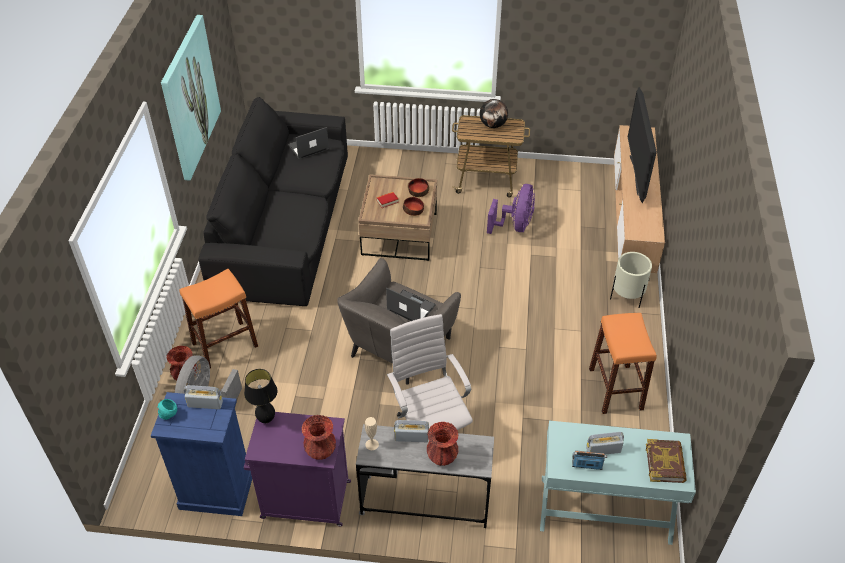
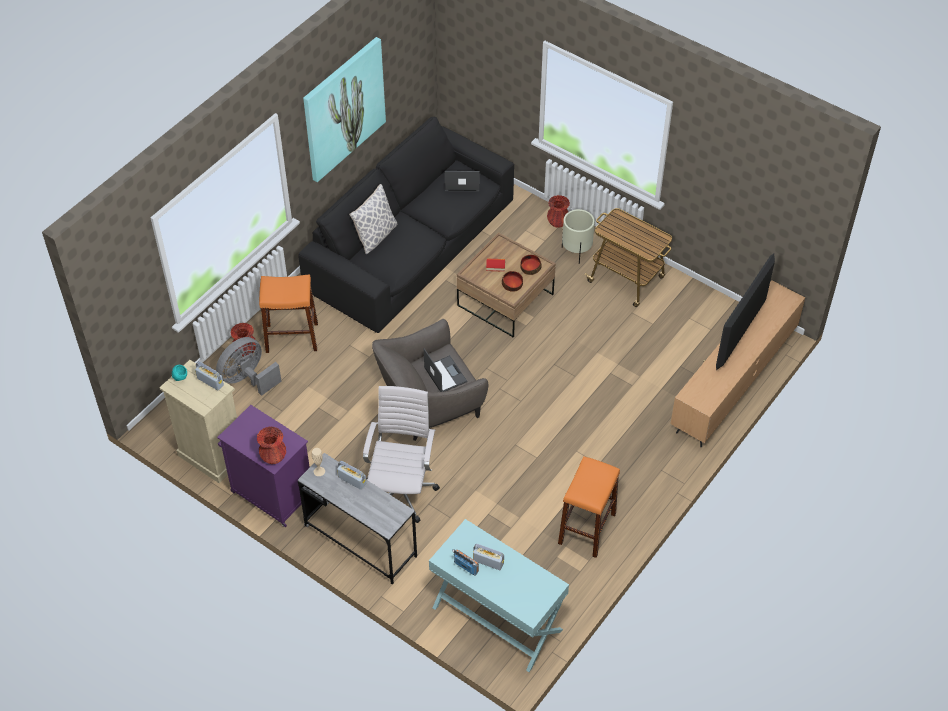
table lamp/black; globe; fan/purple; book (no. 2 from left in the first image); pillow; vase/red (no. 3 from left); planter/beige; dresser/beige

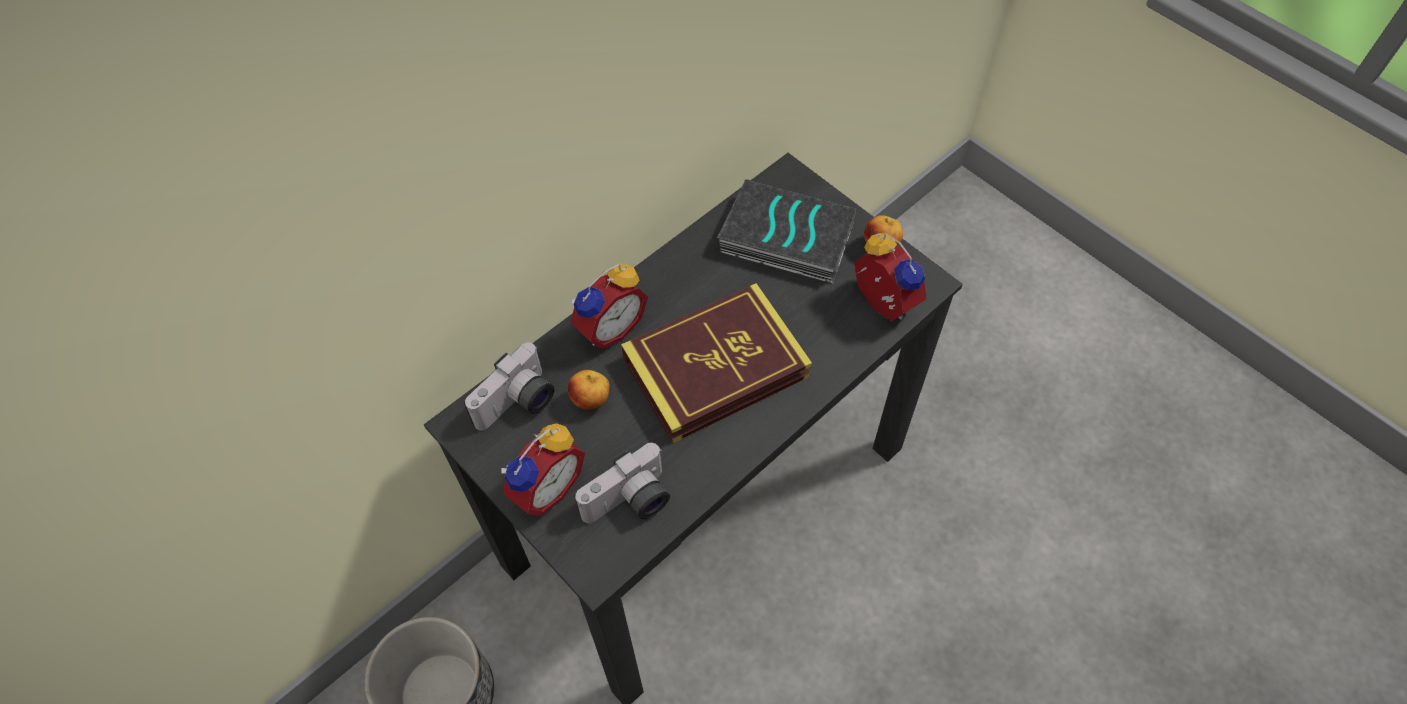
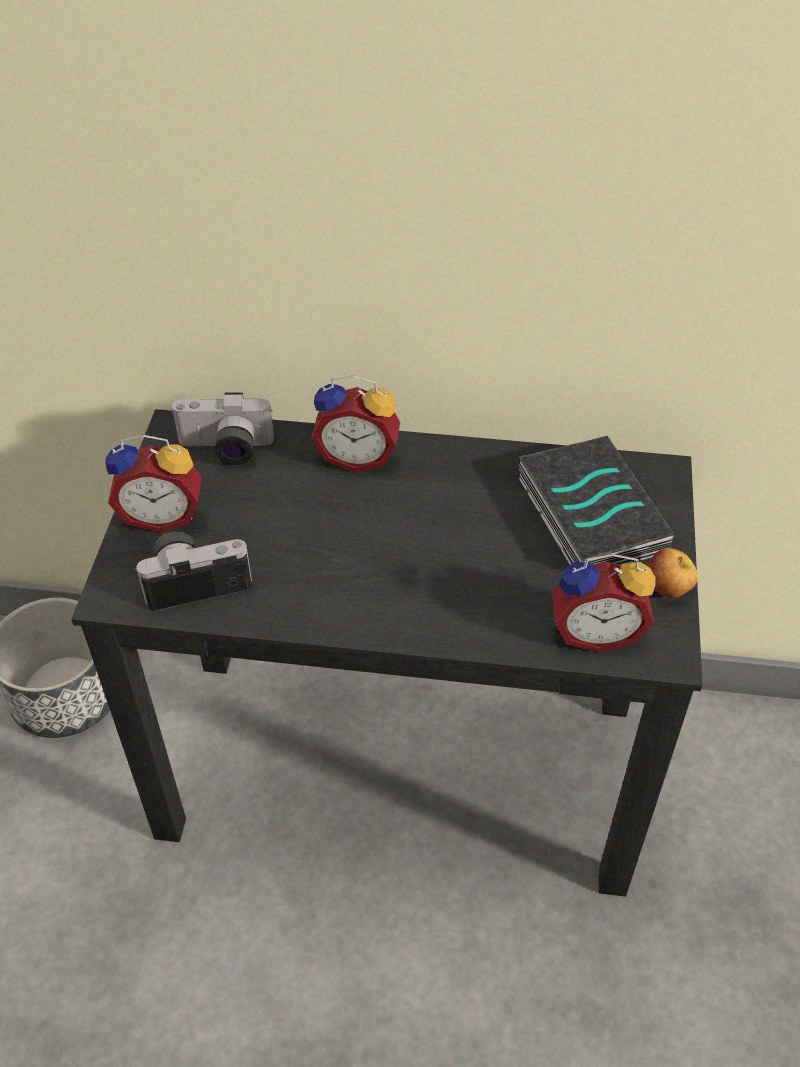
apple (no. 1 from left in the first image); book (no. 1 from left in the first image); photo camera (no. 1 from left); alarm clock (no. 3 from left)

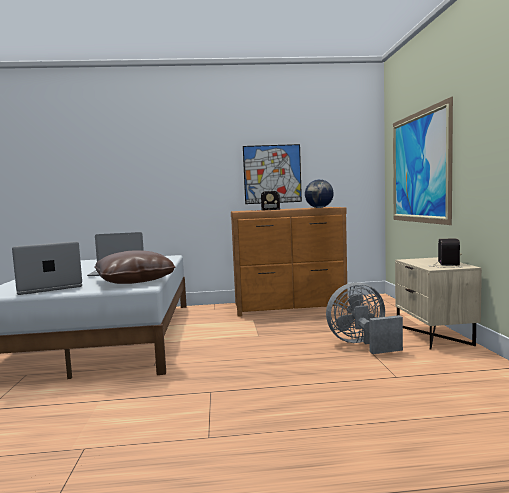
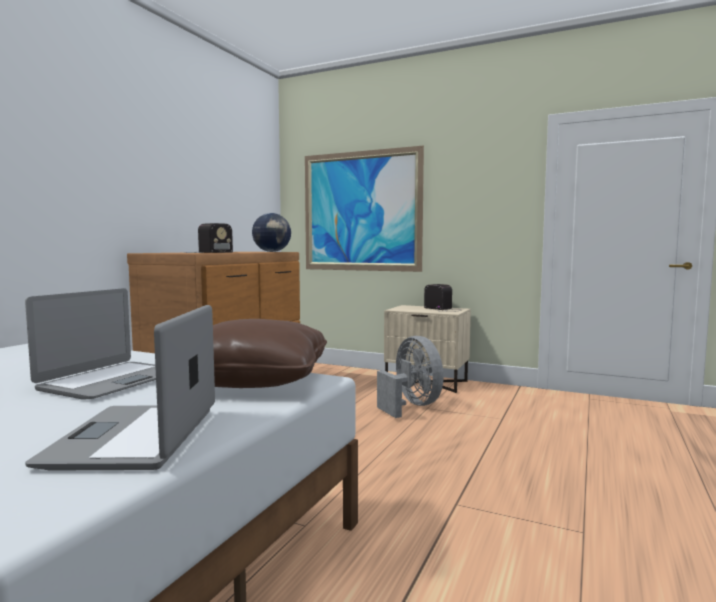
picture (no. 1 from left in the first image); fan/grey

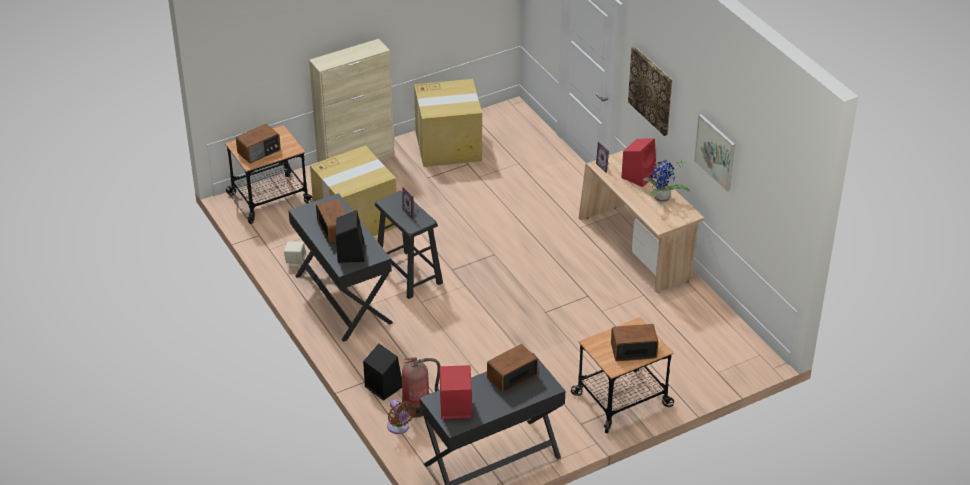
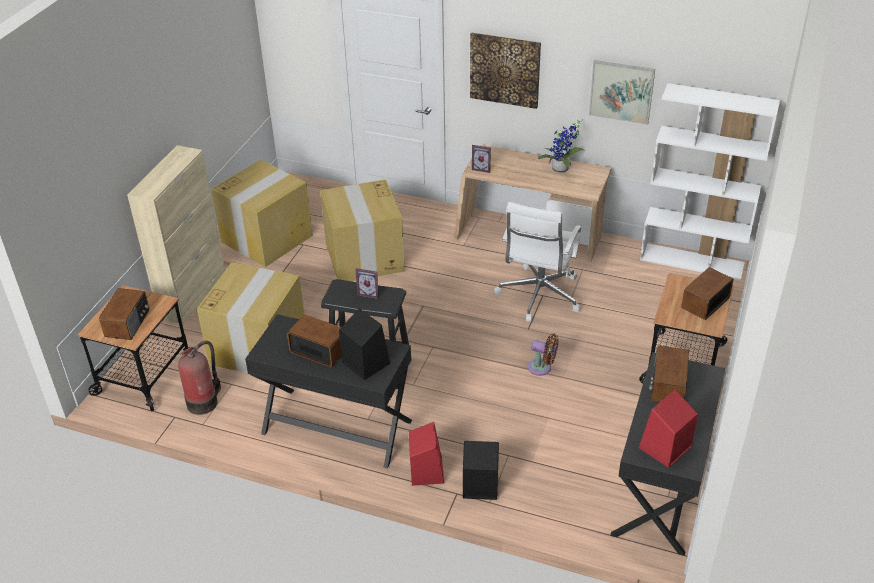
speaker/beige; cardboard box (no. 3 from left); office chair/white; bookcase/white; fan/brown; fire extinguisher; speaker/red (no. 1 from left)

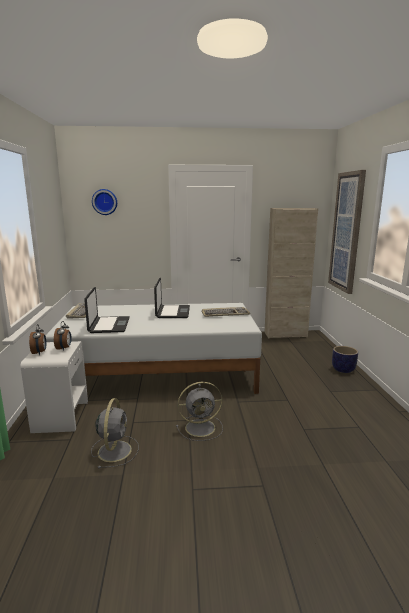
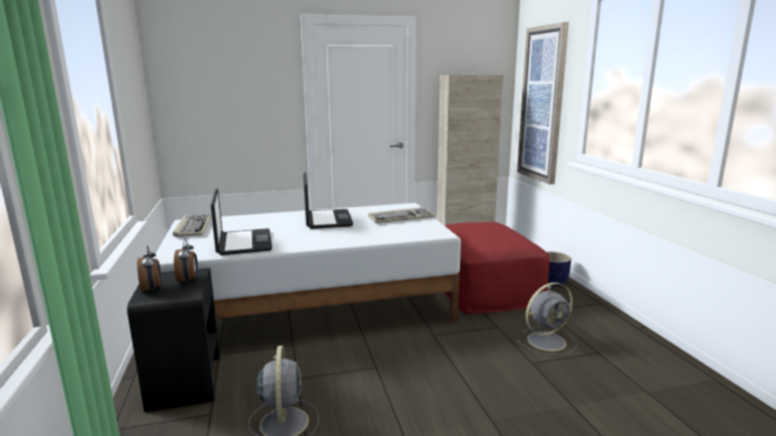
wall clock; ottoman/red; fan/grey (no. 2 from left); nightstand/black

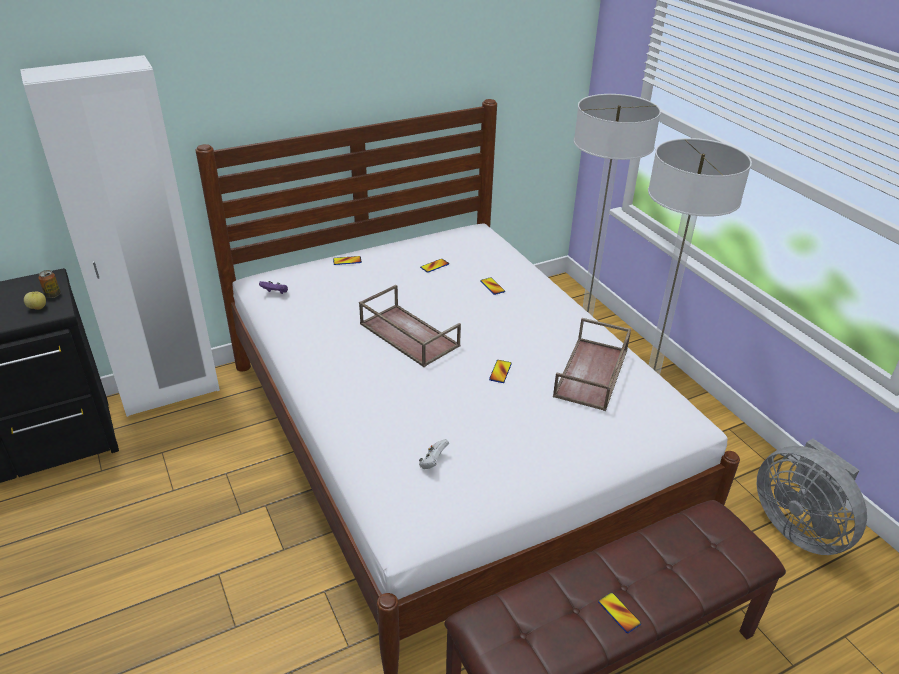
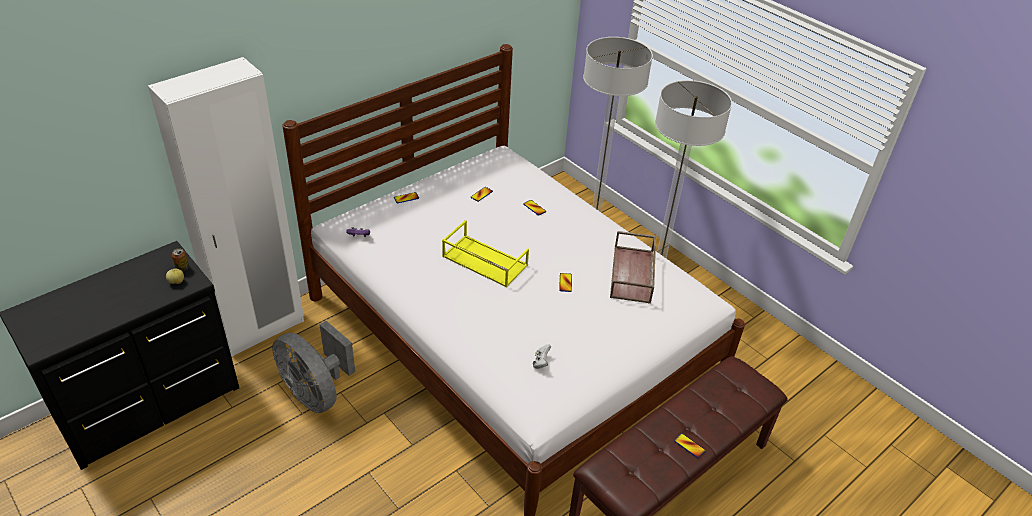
fan/grey; tray/yellow

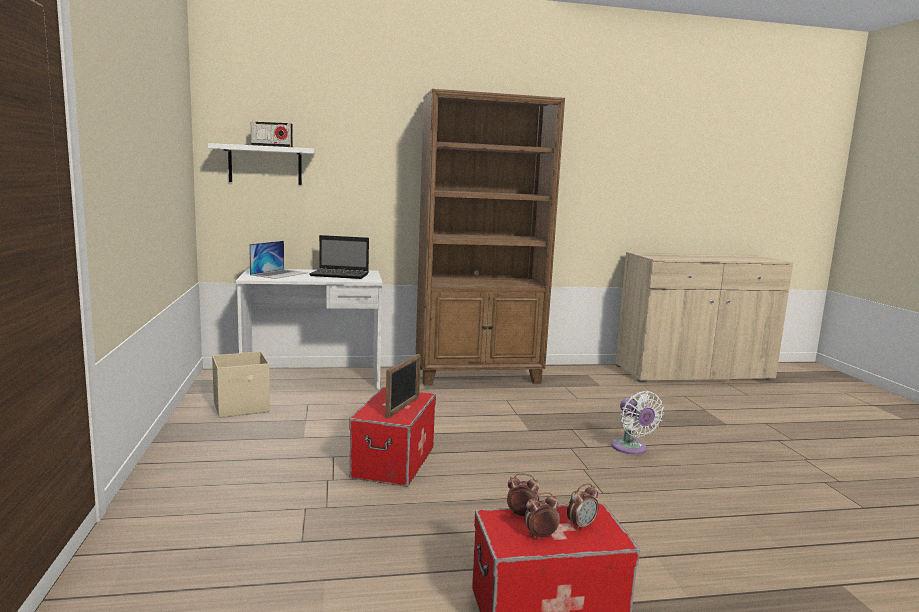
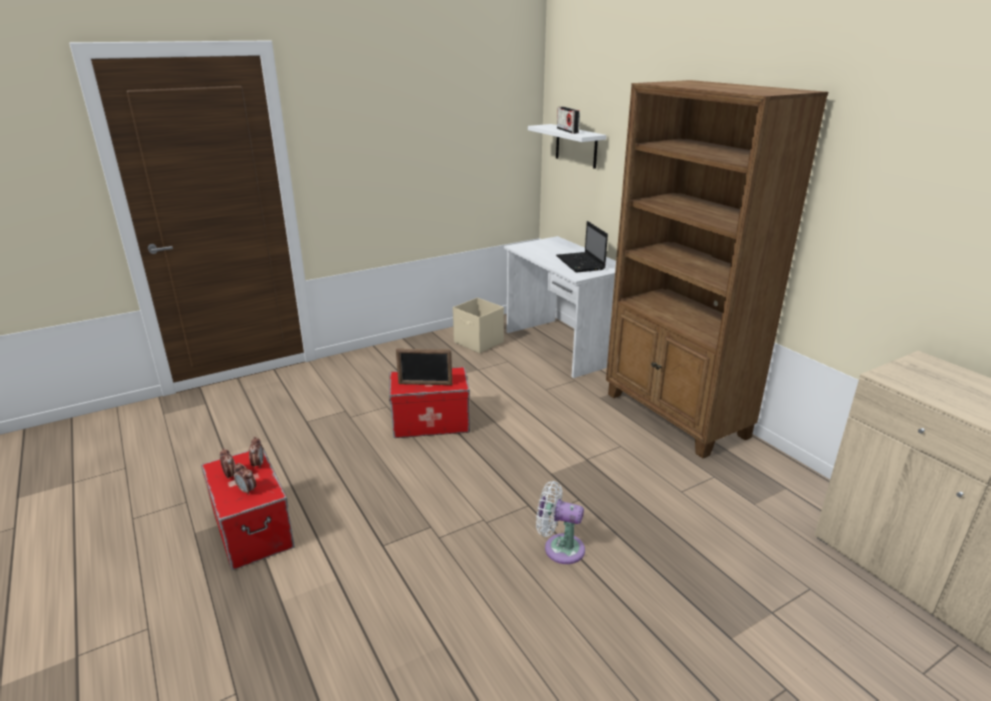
laptop (no. 1 from left in the first image); fan/white

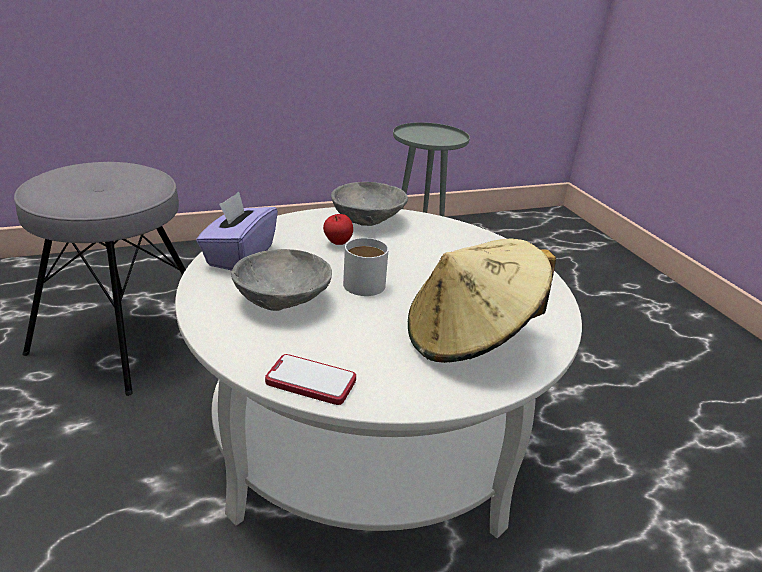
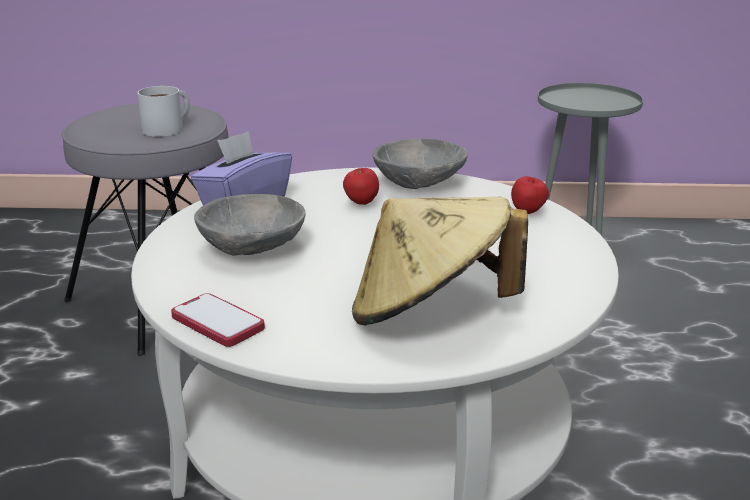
apple (no. 2 from left); mug/white

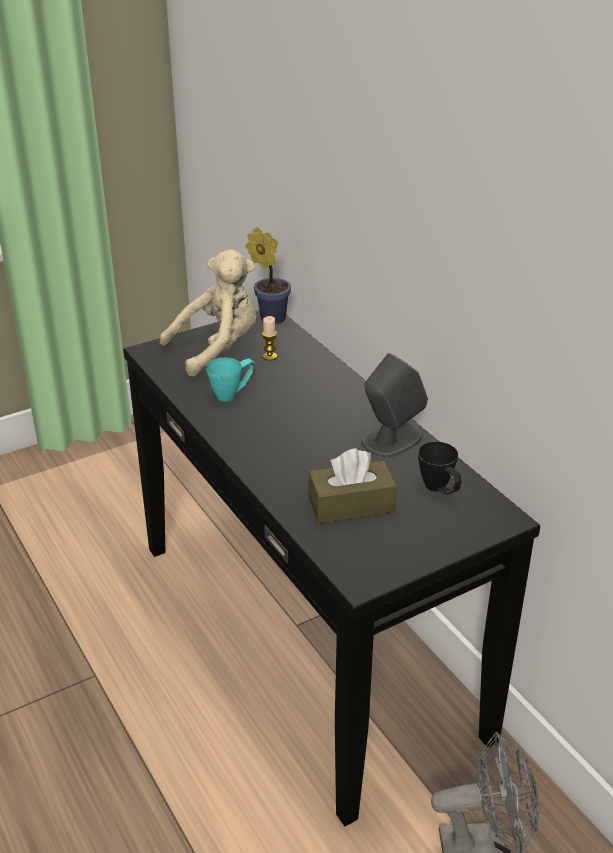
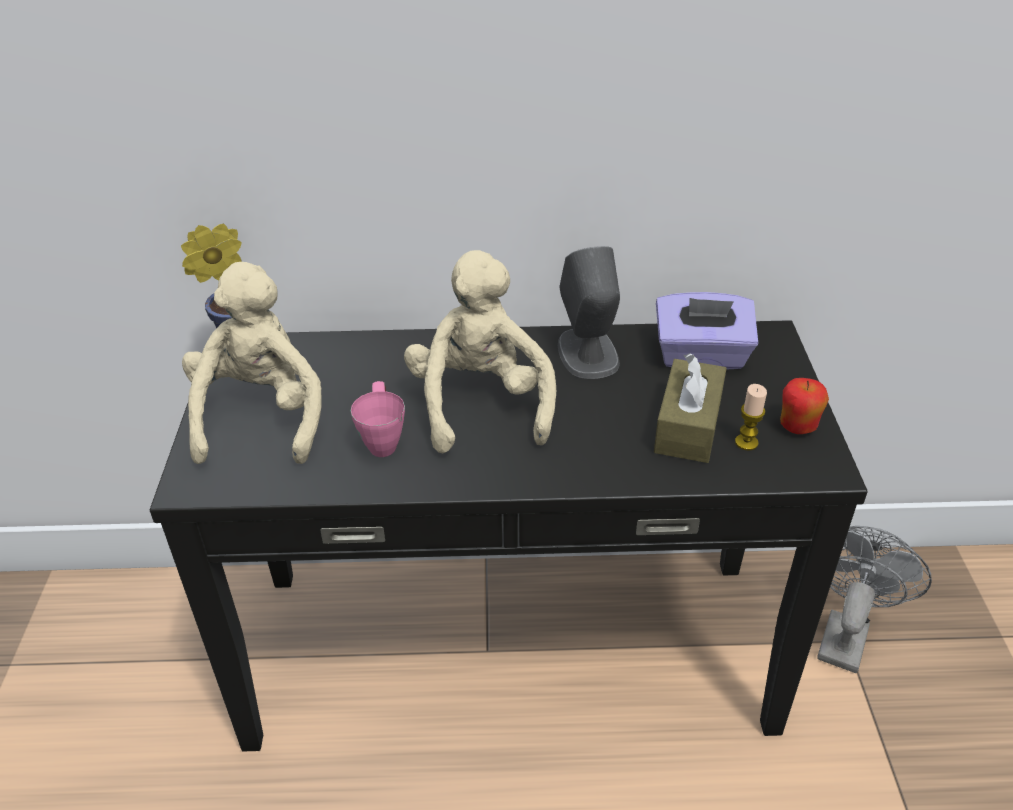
plush toy/beige (no. 2 from left); apple; candle; tissue box/purple; mug/pink

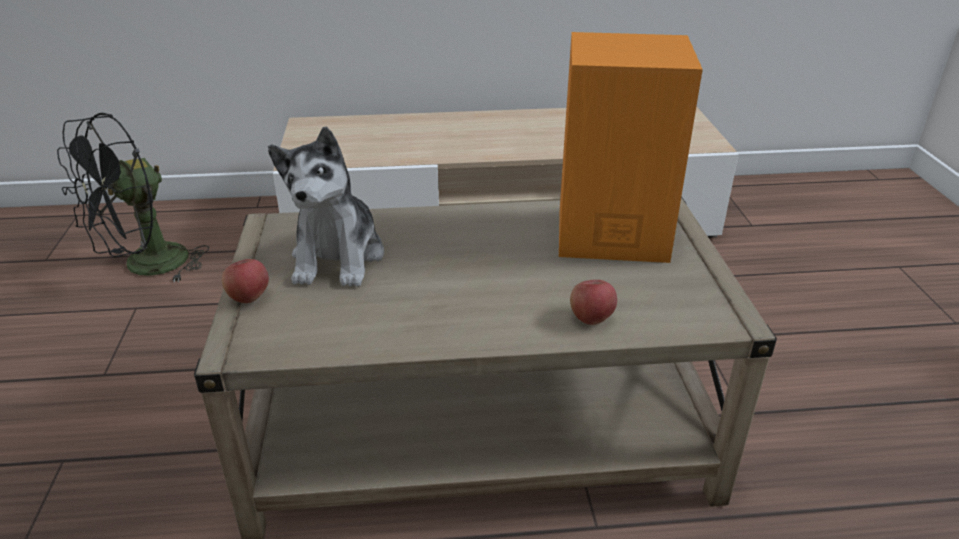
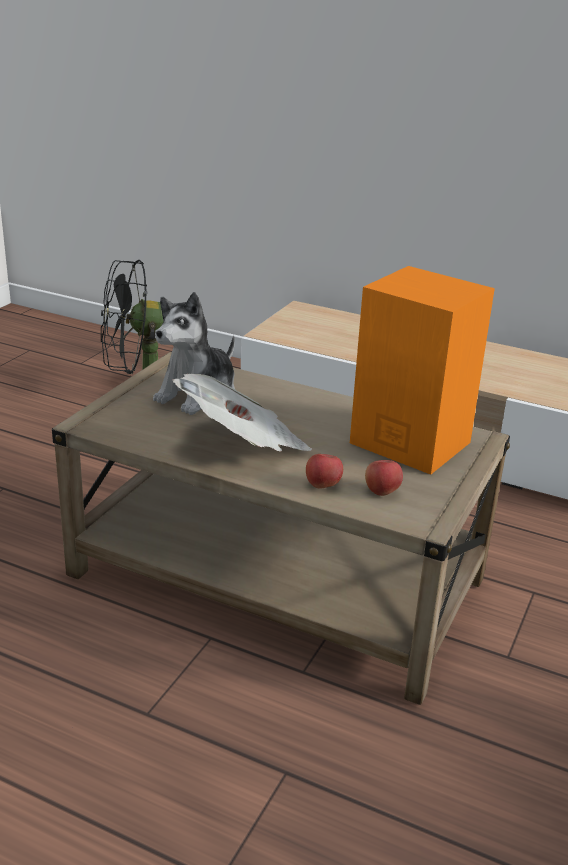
newspaper; apple (no. 2 from left)

